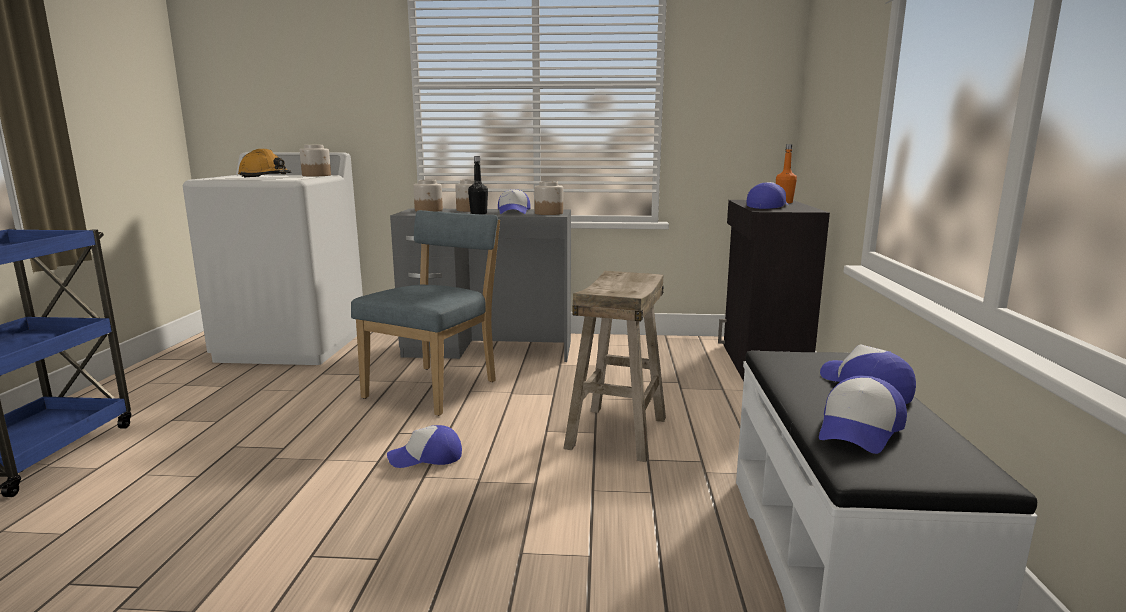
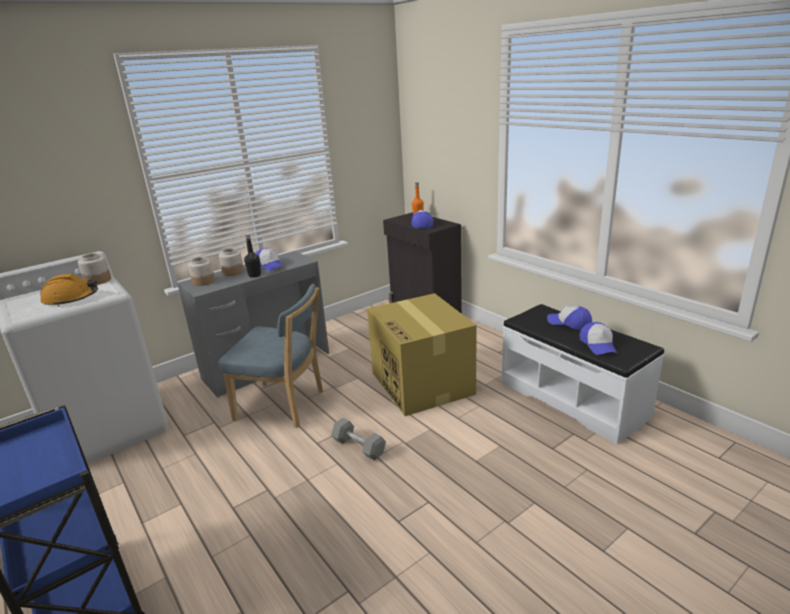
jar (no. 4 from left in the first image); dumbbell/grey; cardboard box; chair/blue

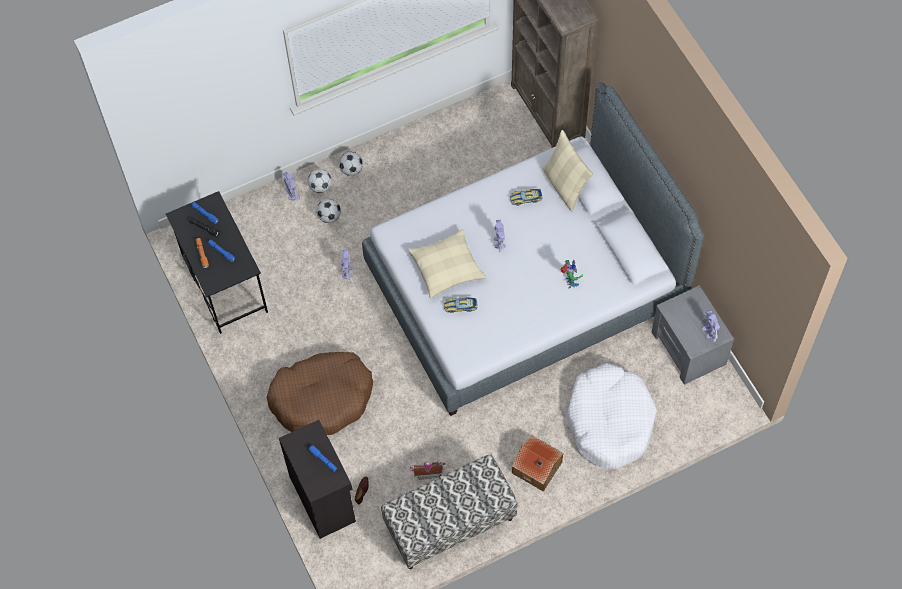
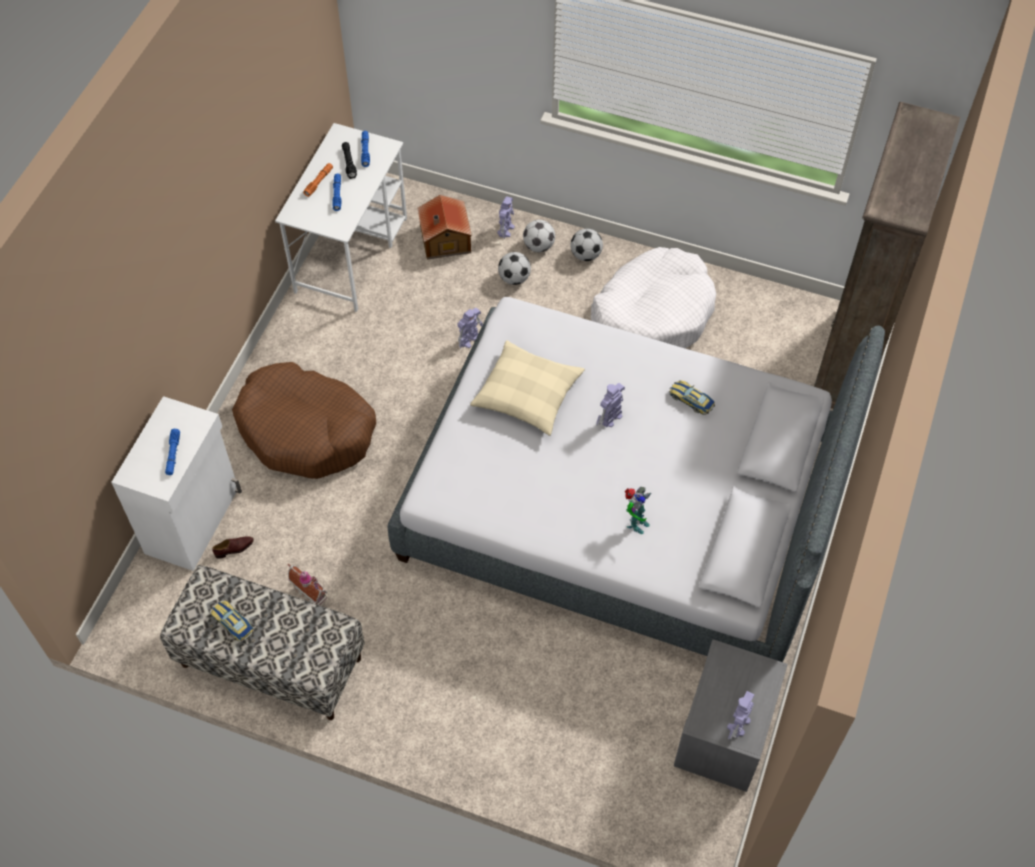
pillow/beige (no. 2 from left in the first image); toy car (no. 1 from left); toy house (no. 2 from left); dog bed/white; desk/white; cabinet/white

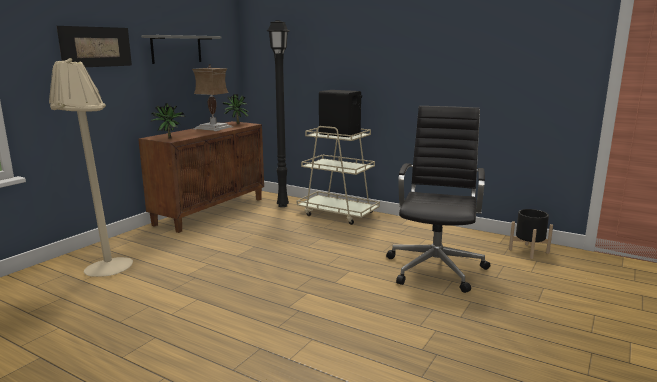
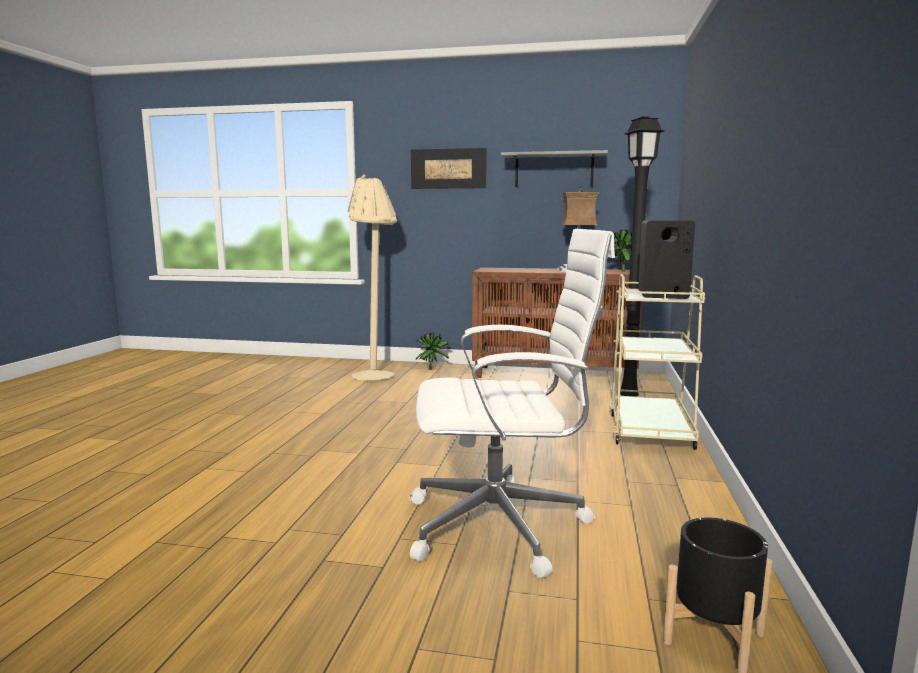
potted plant (no. 1 from left); office chair/white

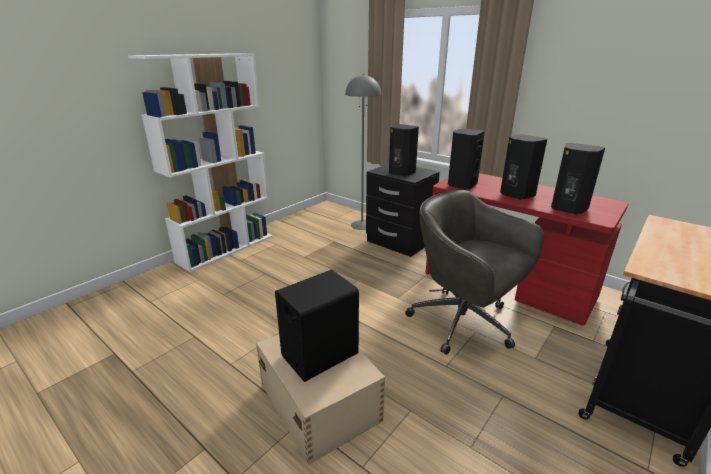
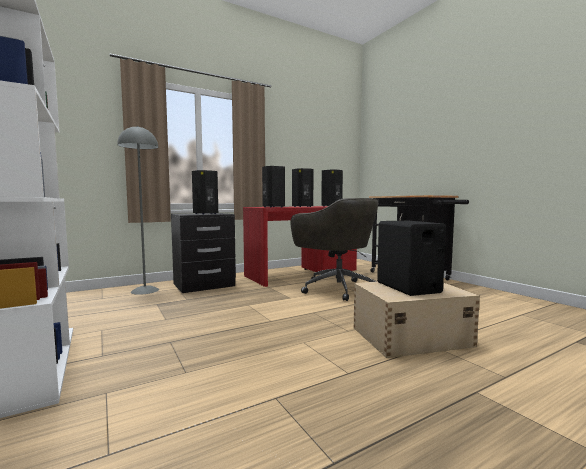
office chair/grey

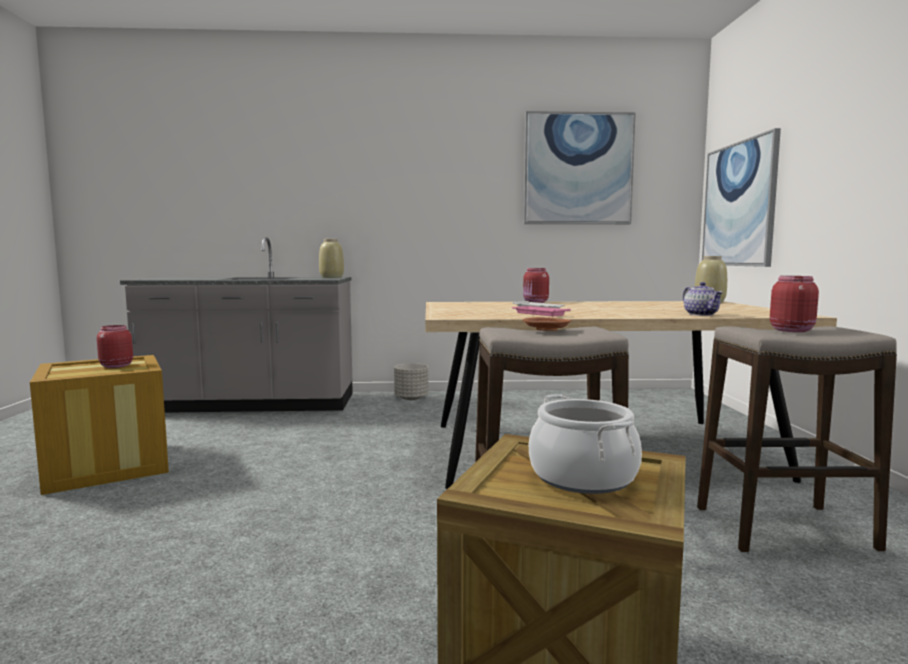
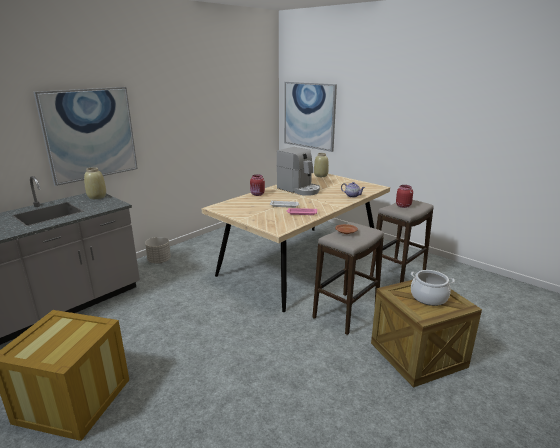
jar/red (no. 1 from left in the first image); coffee machine; picture (no. 1 from left)

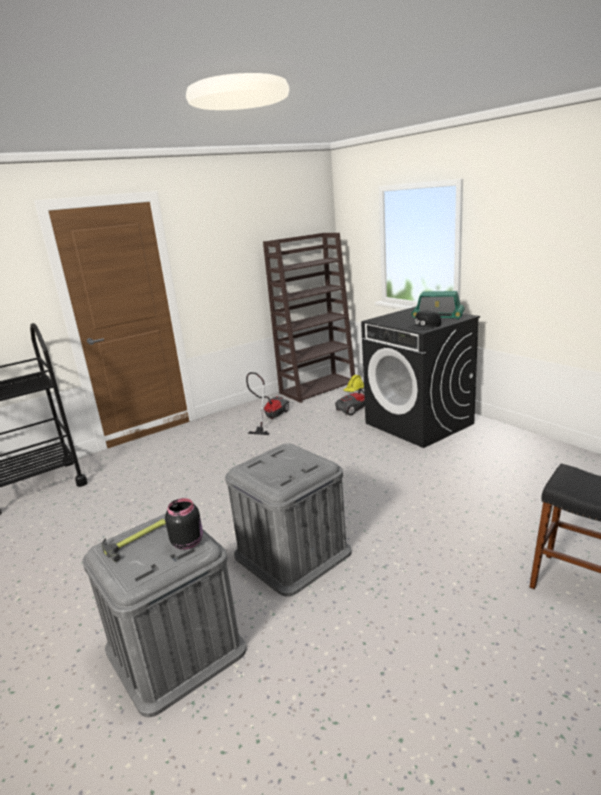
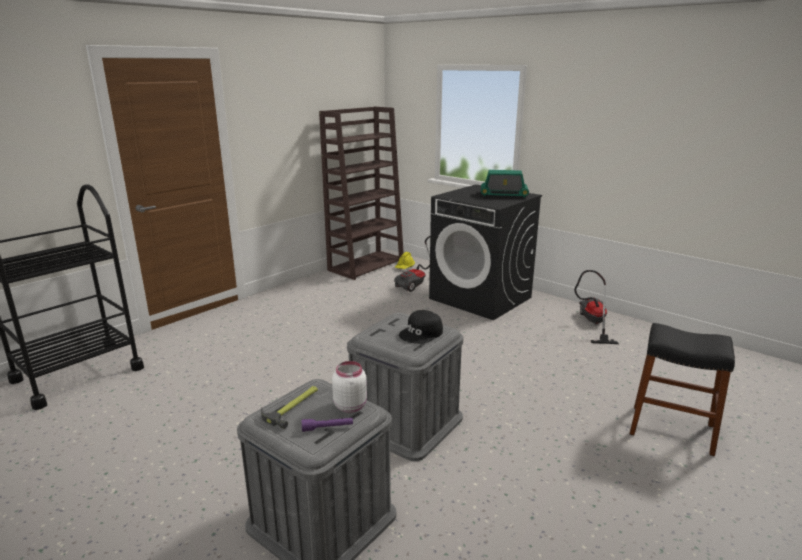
flashlight/purple; vacuum cleaner (no. 2 from left); cap/black; jar/white

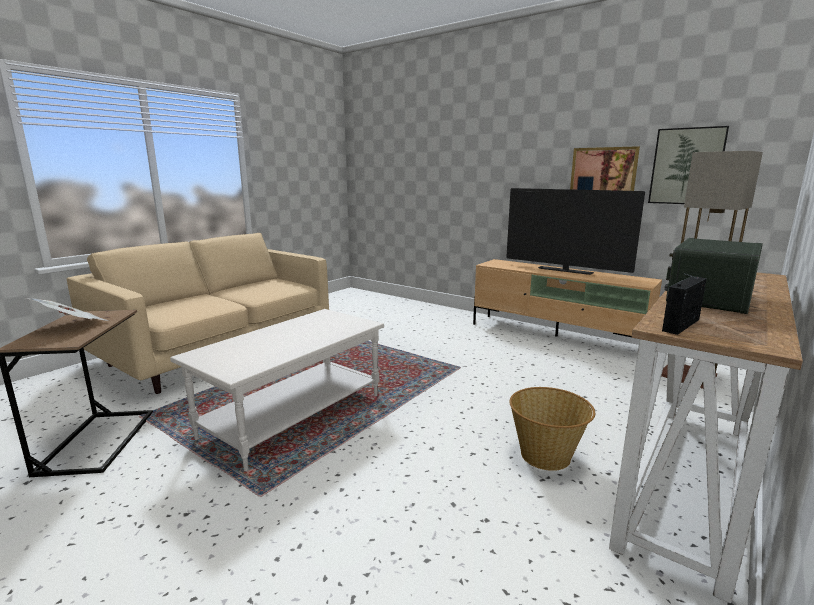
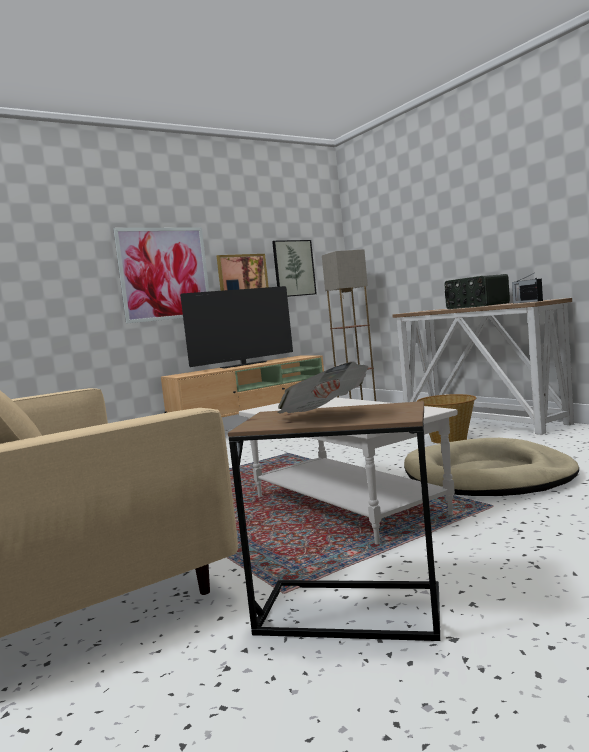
picture (no. 1 from left); dog bed/beige

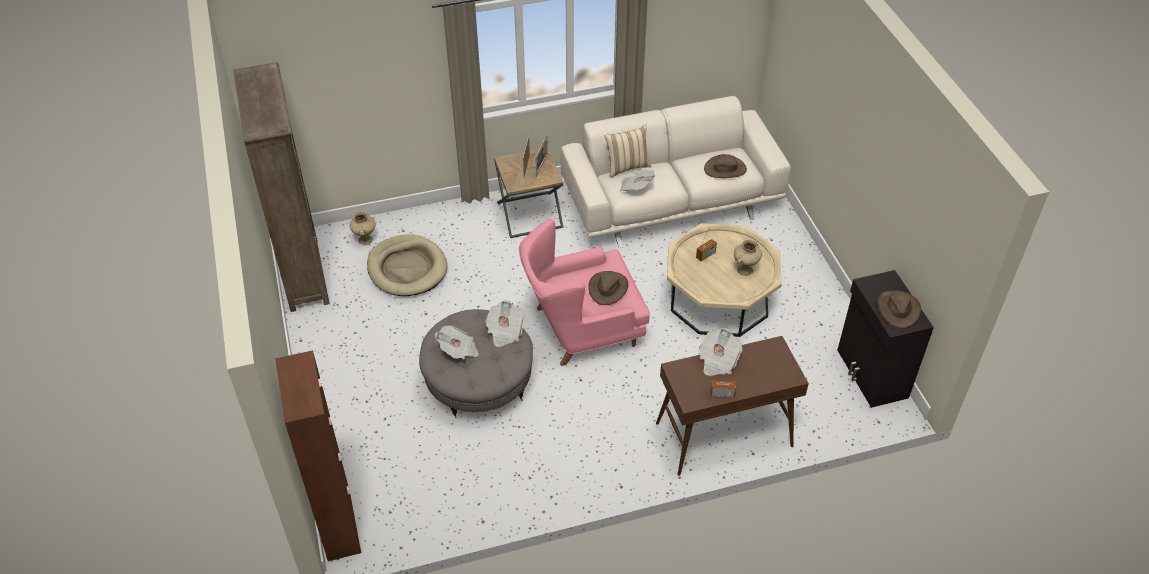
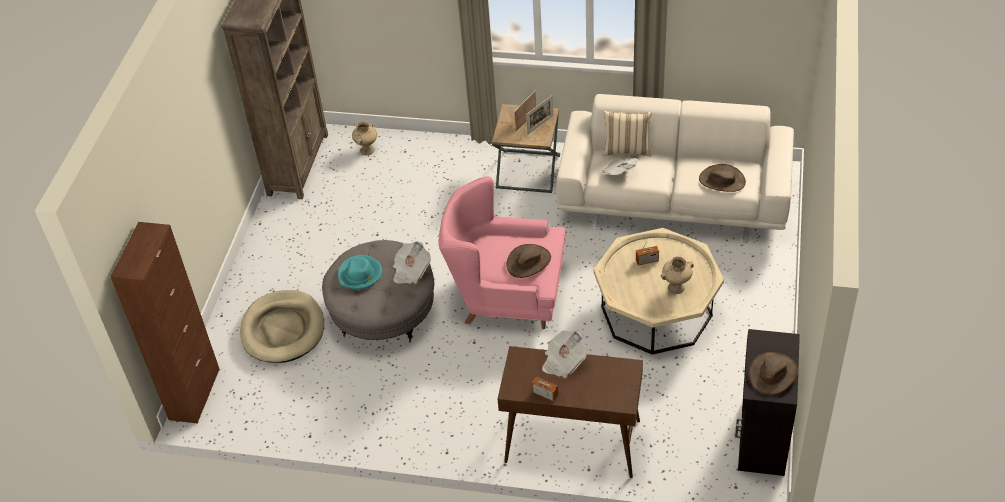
dog bed/beige; hat/turquoise

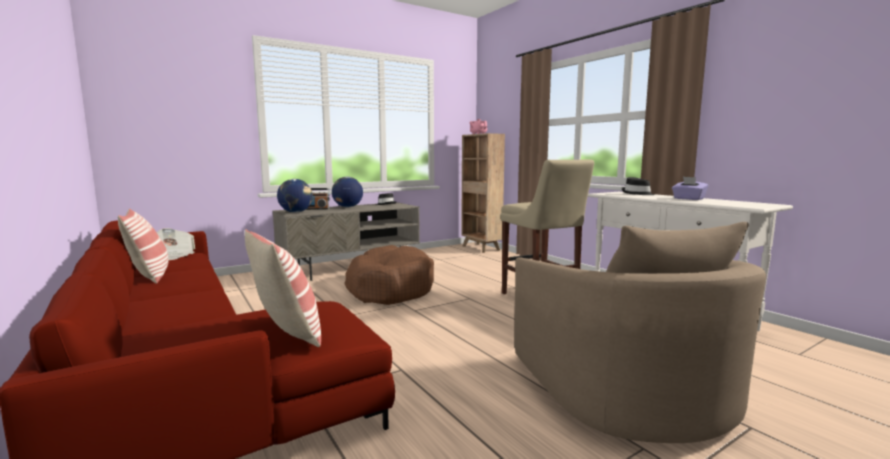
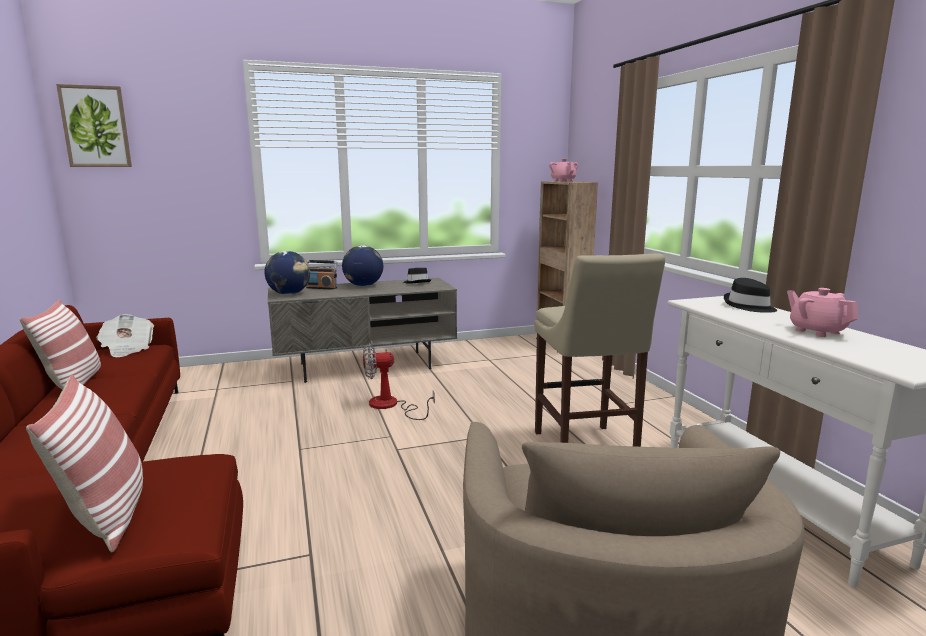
picture; fan; teapot/pink (no. 2 from left)

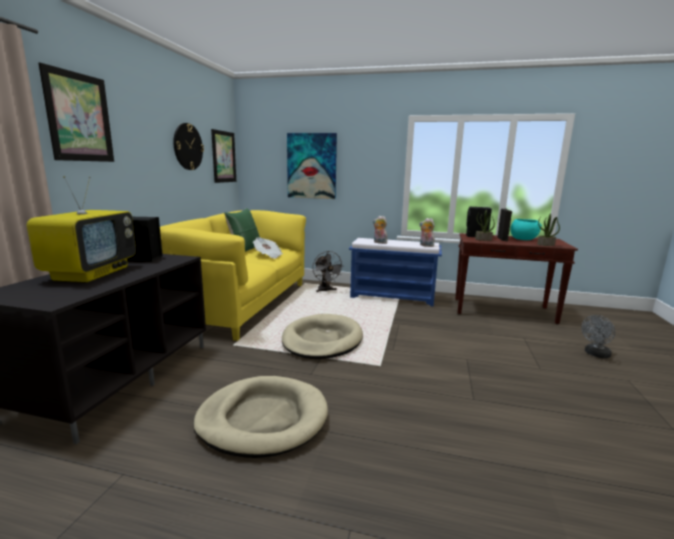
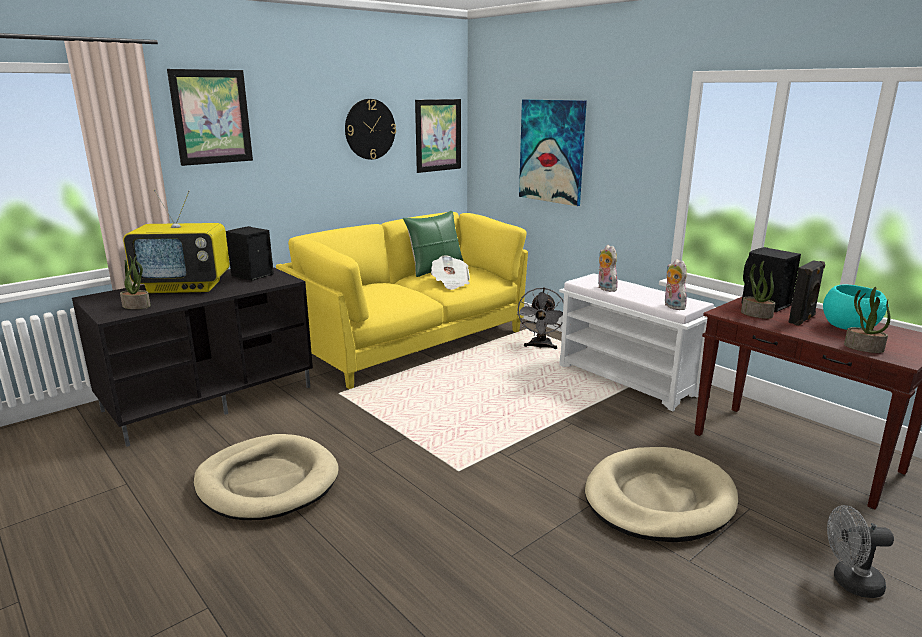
potted plant (no. 1 from left); dog bed/beige (no. 2 from left); bench/white; television

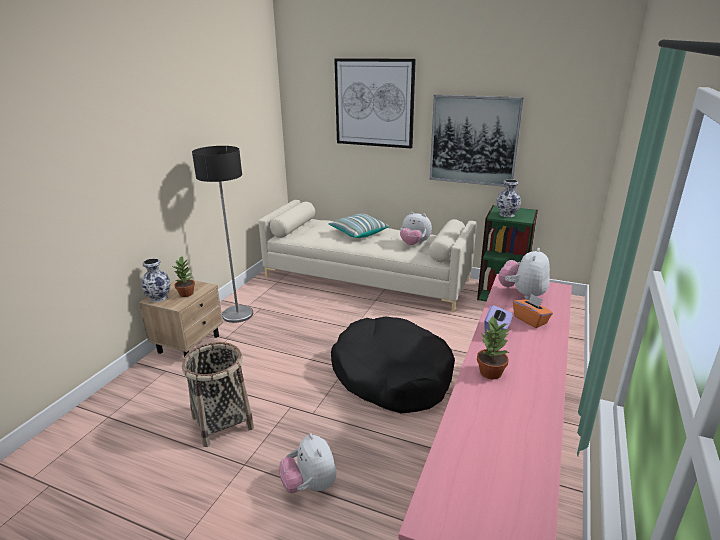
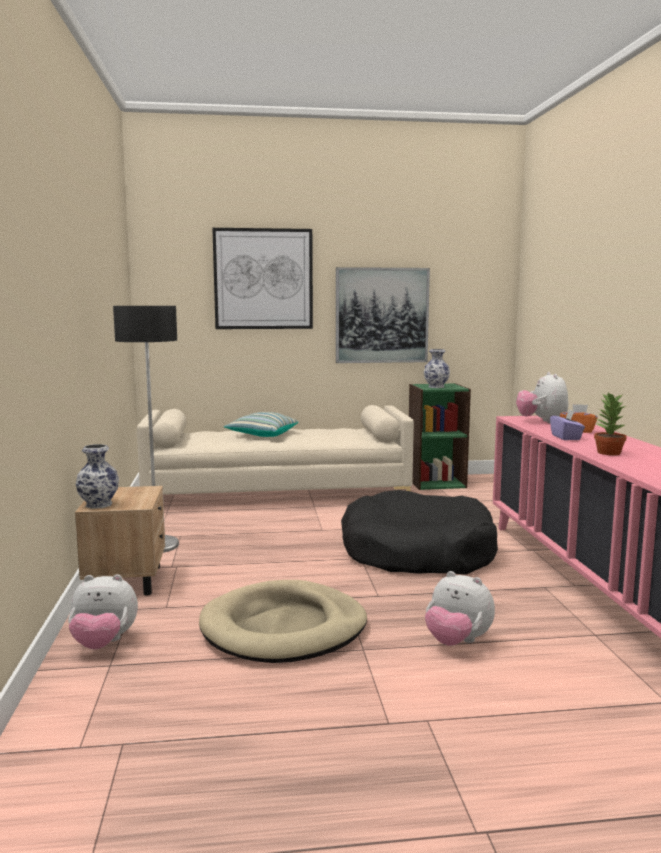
potted plant (no. 1 from left in the first image); plush toy (no. 1 from left); dog bed/beige

